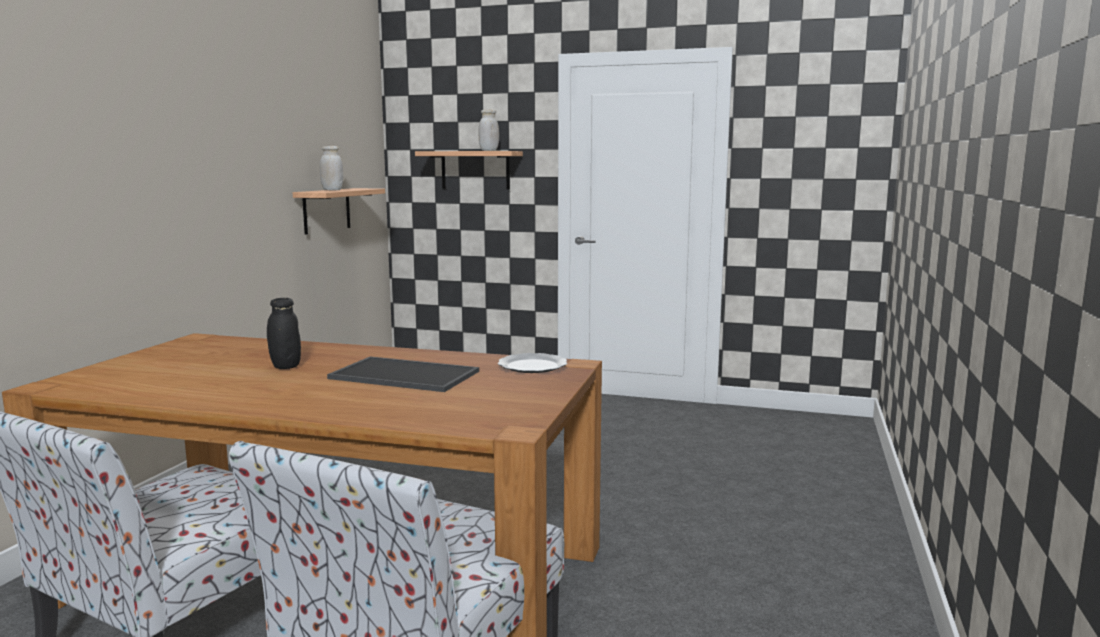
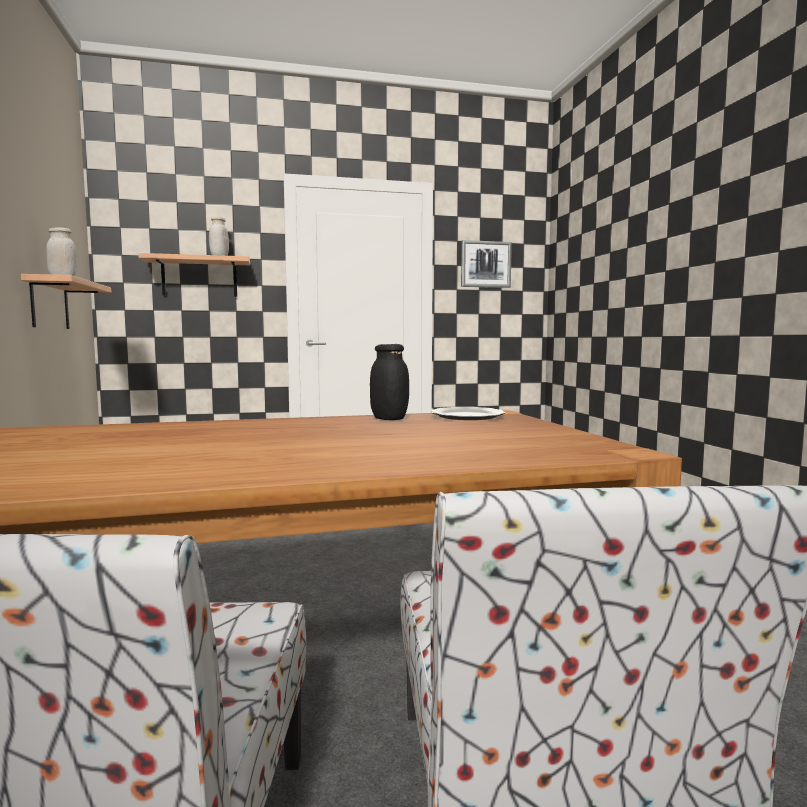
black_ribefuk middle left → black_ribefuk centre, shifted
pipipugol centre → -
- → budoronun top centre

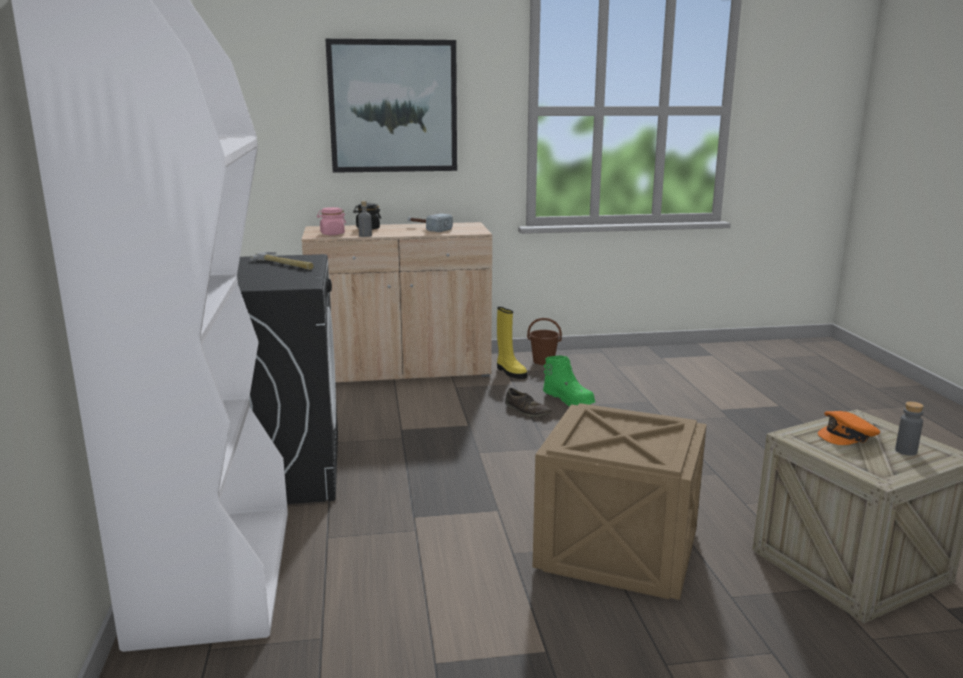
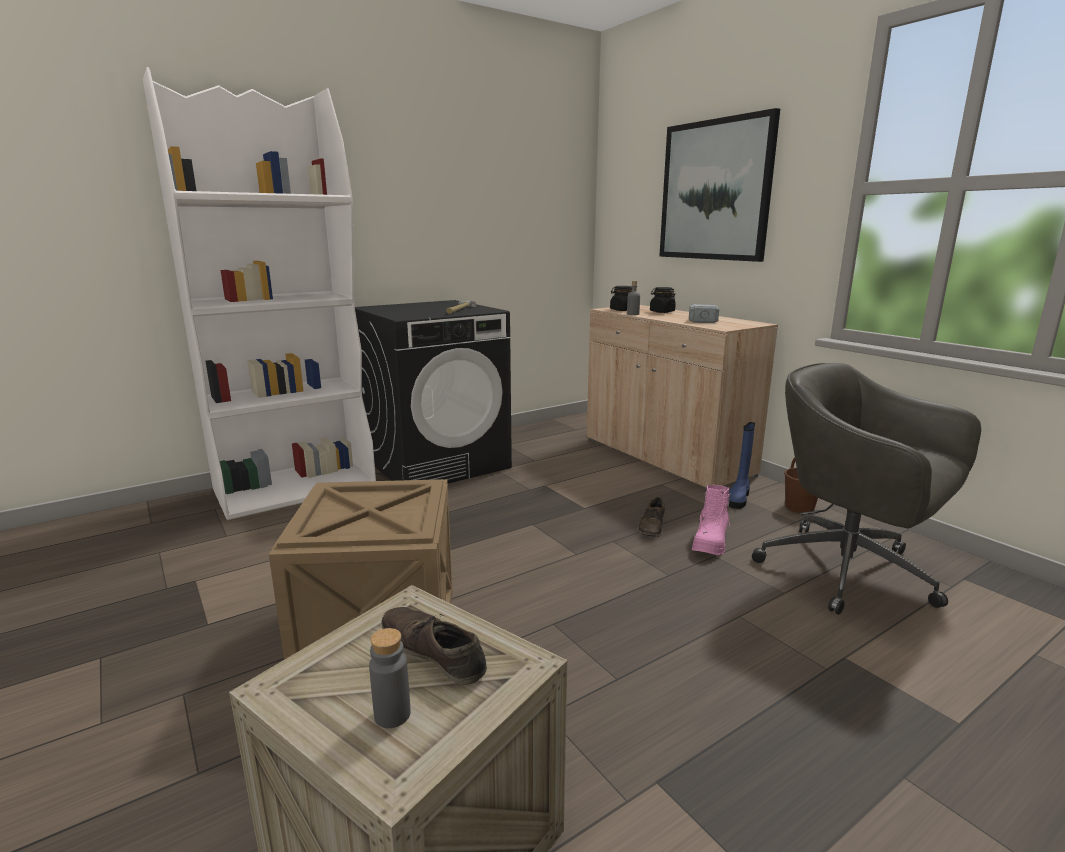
pink_ribefuk top centre → black_ribefuk (no. 1 from left) centre
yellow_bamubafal centre → blue_bamubafal middle right
green_bamubafal centre → pink_bamubafal middle right
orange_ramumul middle right → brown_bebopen (no. 1 from left) bottom centre
- → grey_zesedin middle right

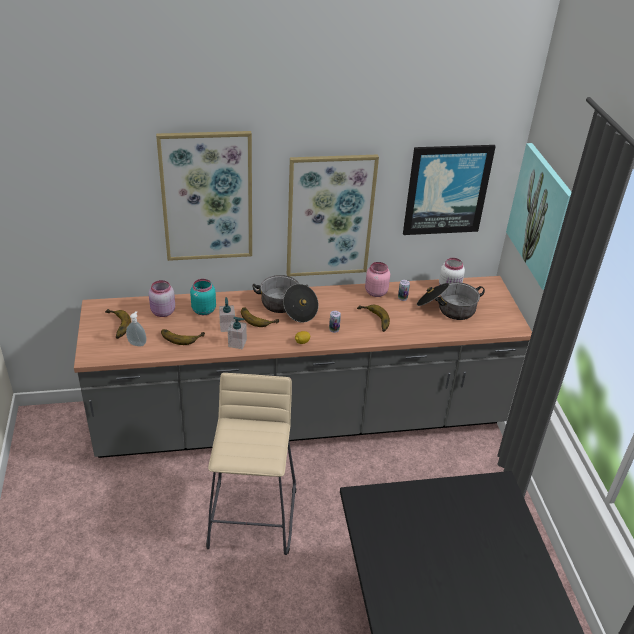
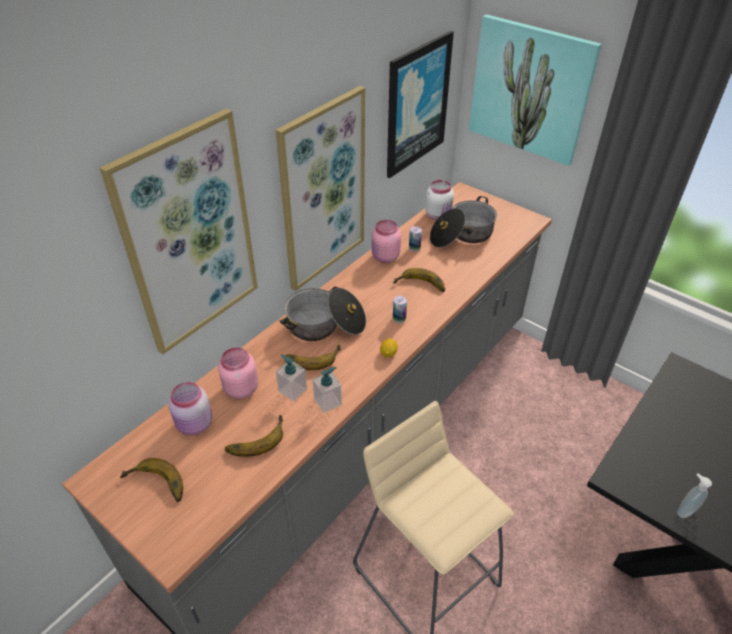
turquoise_ribefuk middle left → pink_ribefuk (no. 2 from left) middle left
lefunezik (no. 1 from left in the first image) middle left → lefunezik (no. 3 from left) bottom right, shifted

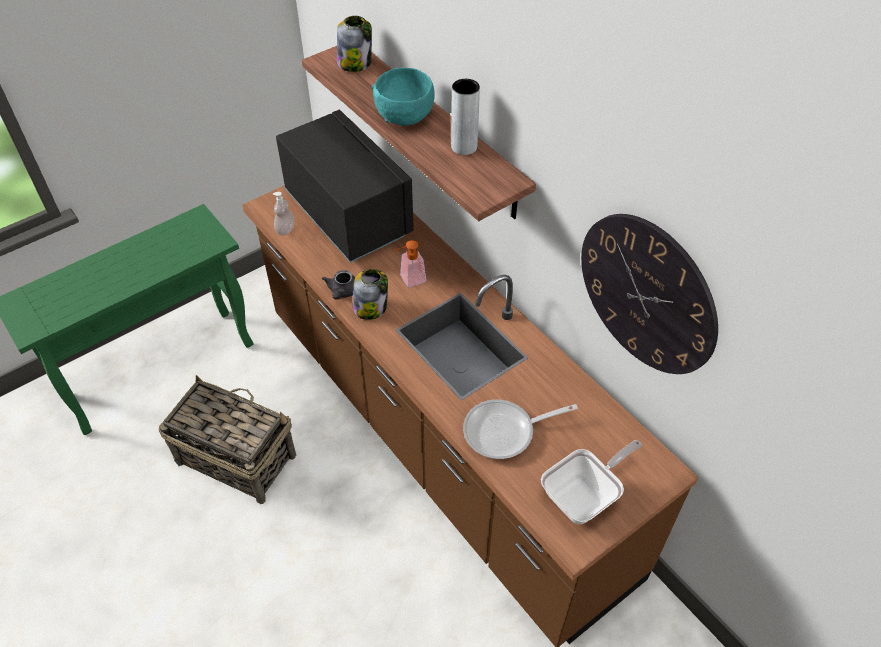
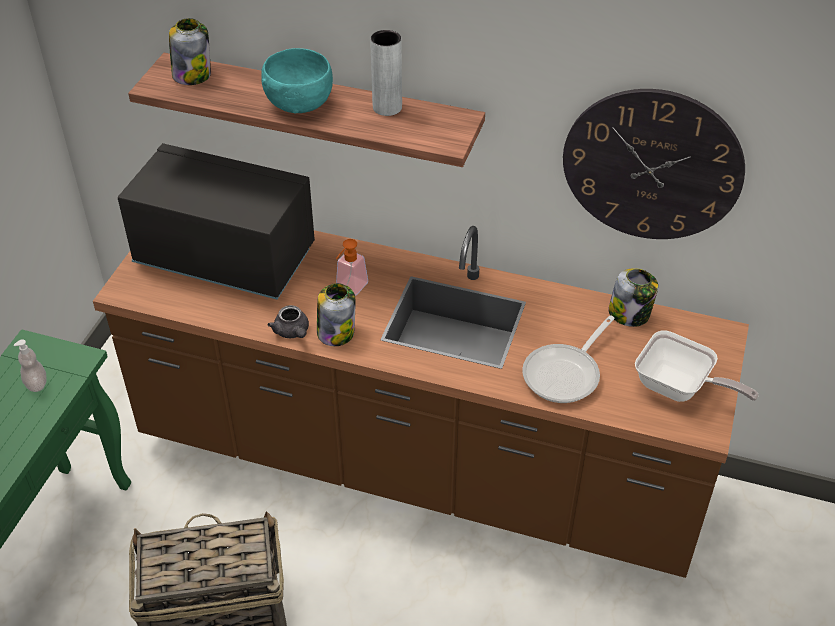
lefunezik (no. 1 from left) top left → lefunezik (no. 1 from left) middle left, shifted
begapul (no. 2 from left) bottom right → begapul (no. 2 from left) middle right, 105 degrees clockwise
- → ribefuk (no. 3 from left) middle right

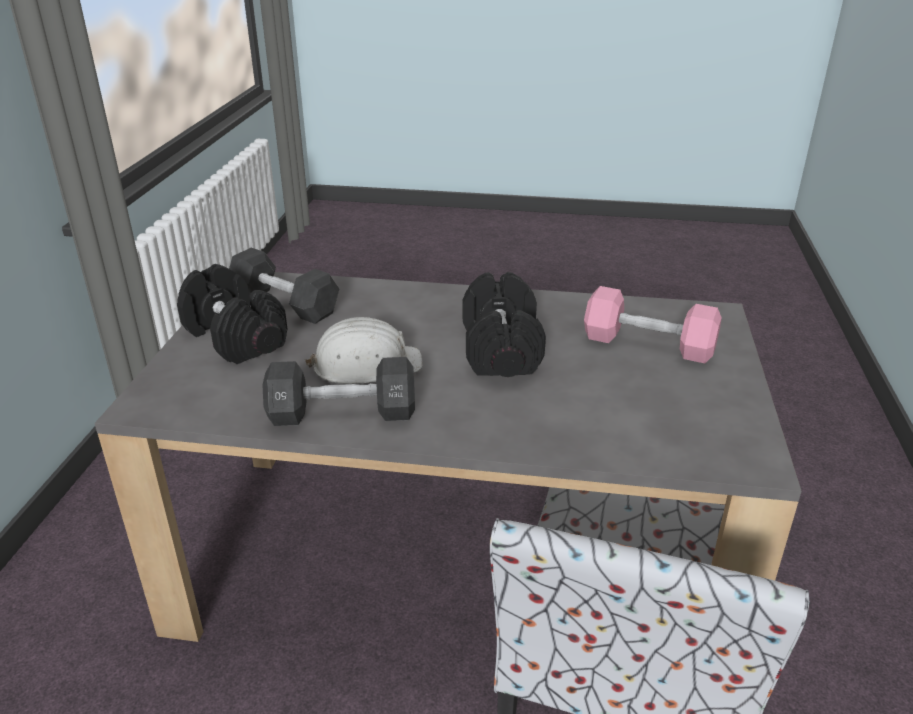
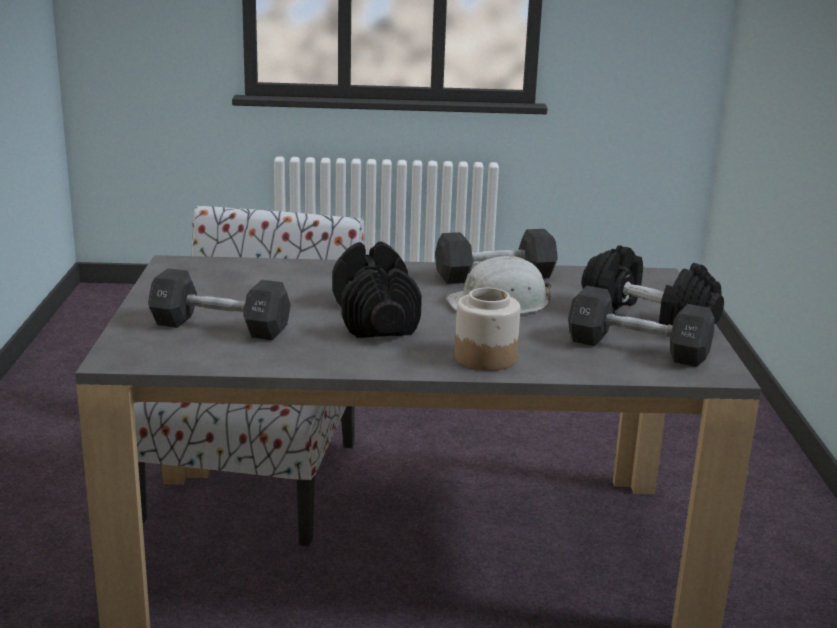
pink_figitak middle right → black_figitak (no. 1 from left) middle left
- → ribefuk centre

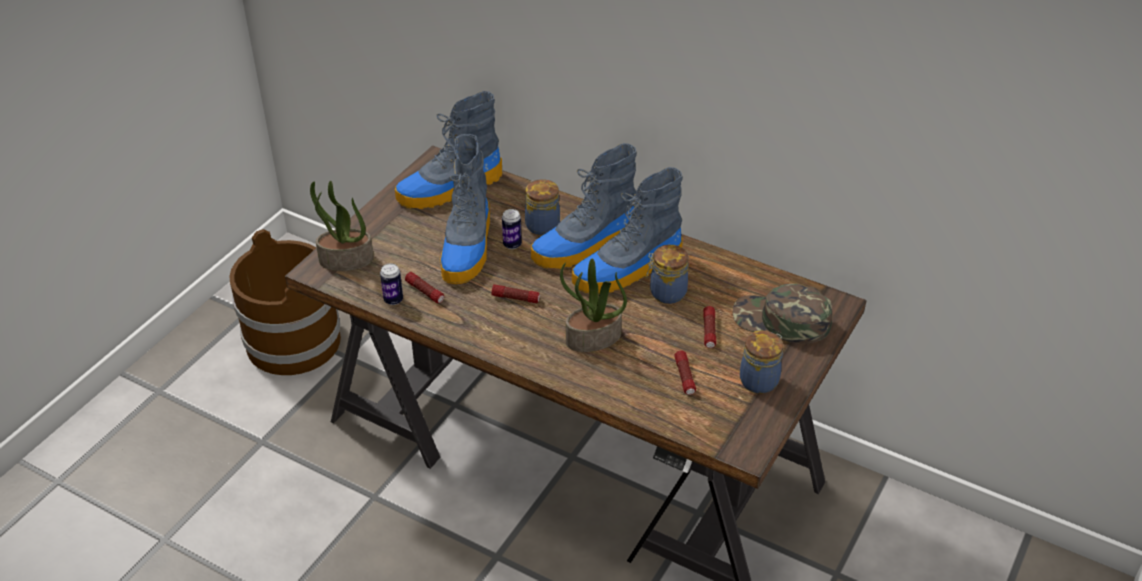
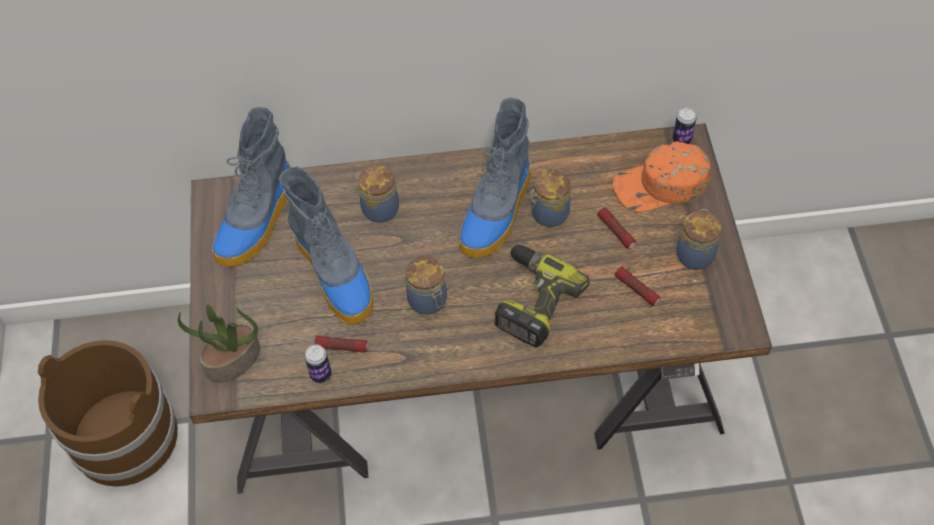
bamubafal (no. 3 from left) centre → -
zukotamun (no. 2 from left) centre → zukotamun (no. 2 from left) top right, shifted
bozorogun (no. 2 from left) centre → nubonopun centre
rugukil (no. 2 from left) centre → ribefuk (no. 2 from left) centre
green_ramumul middle right → orange_ramumul middle right

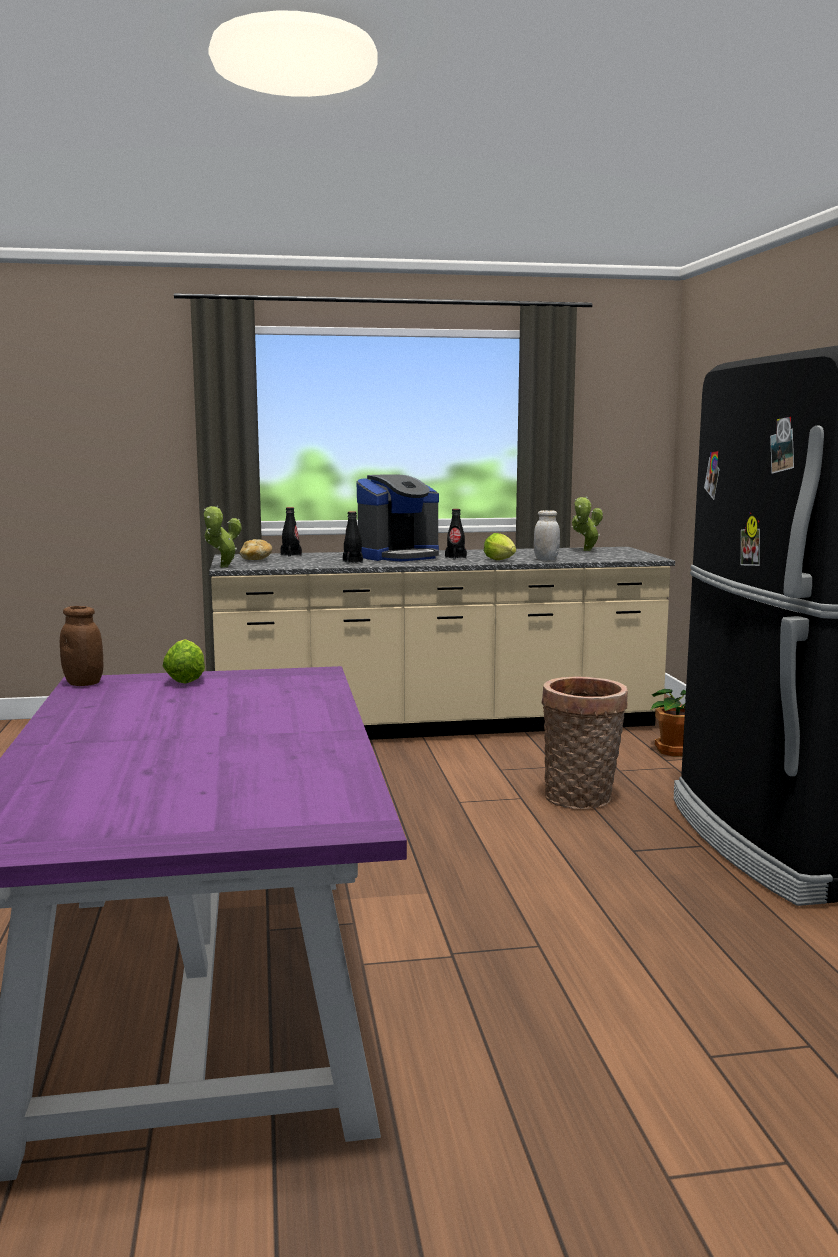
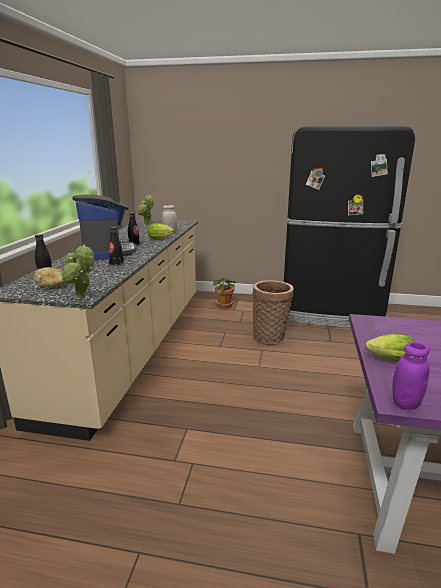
brown_ribefuk middle left → purple_ribefuk middle right

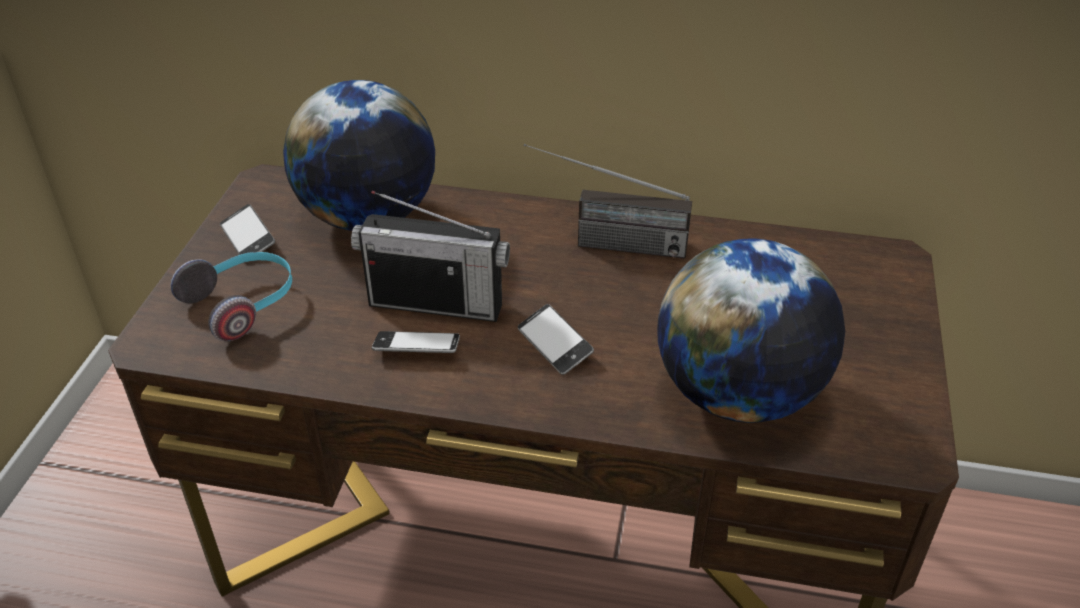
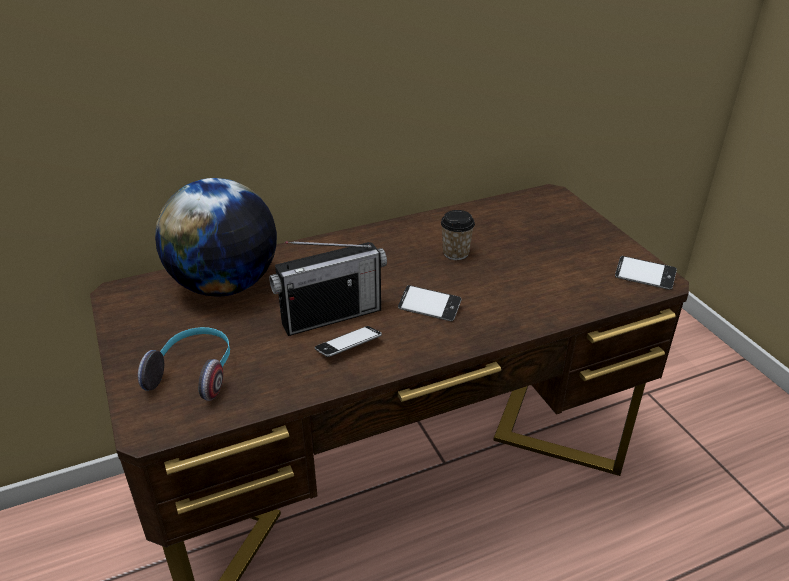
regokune (no. 2 from left) top centre → -
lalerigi (no. 1 from left in the first image) middle left → lalerigi (no. 3 from left) middle right, shifted
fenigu (no. 2 from left) middle right → -
- → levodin centre

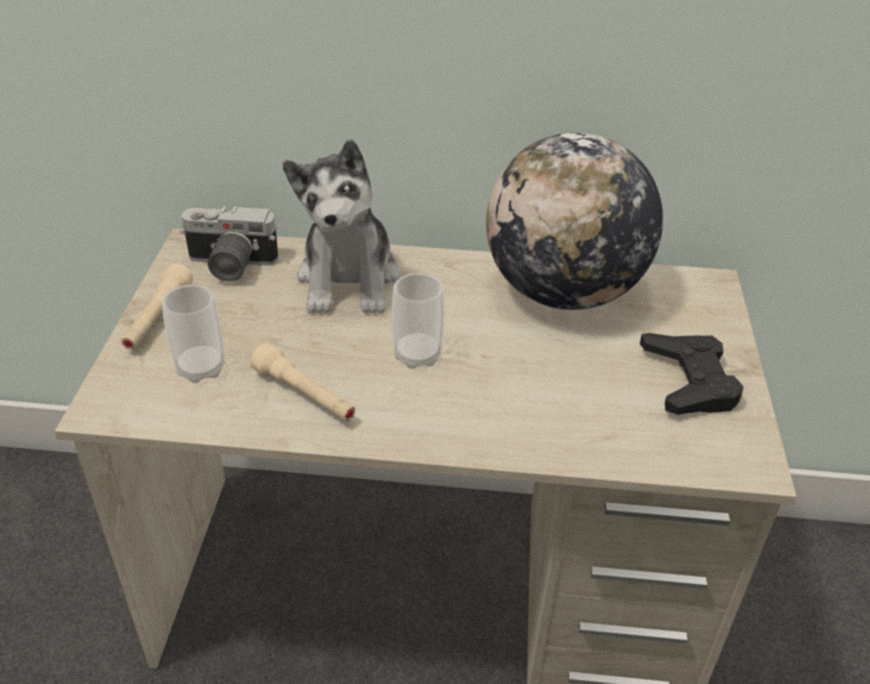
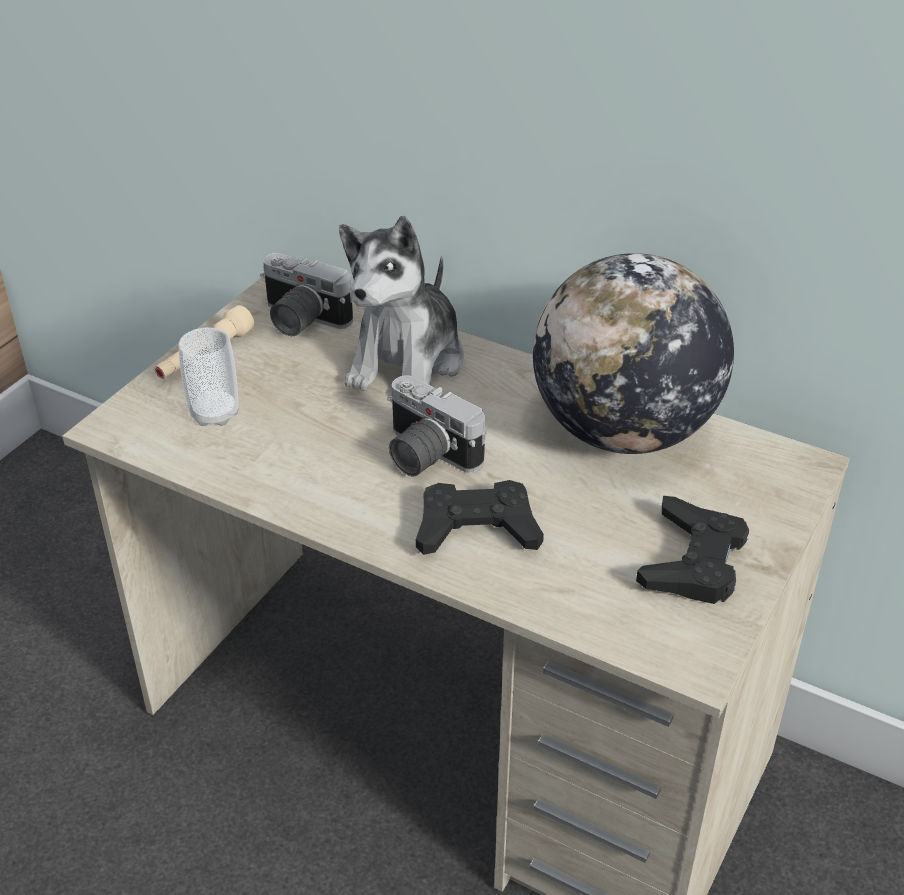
levodin (no. 2 from left) centre → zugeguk (no. 2 from left) centre
beige_rugukil (no. 2 from left) centre → -
- → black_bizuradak (no. 1 from left) centre

